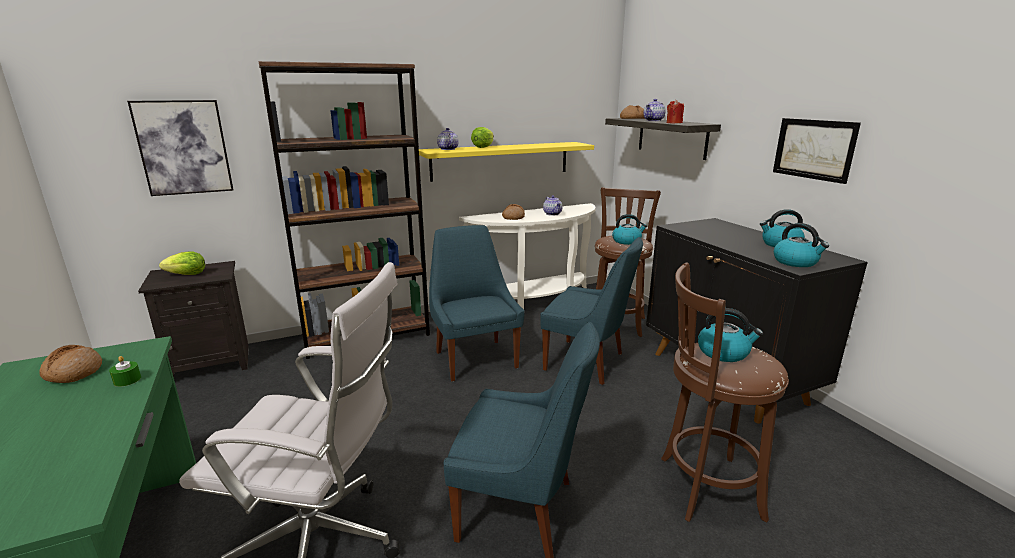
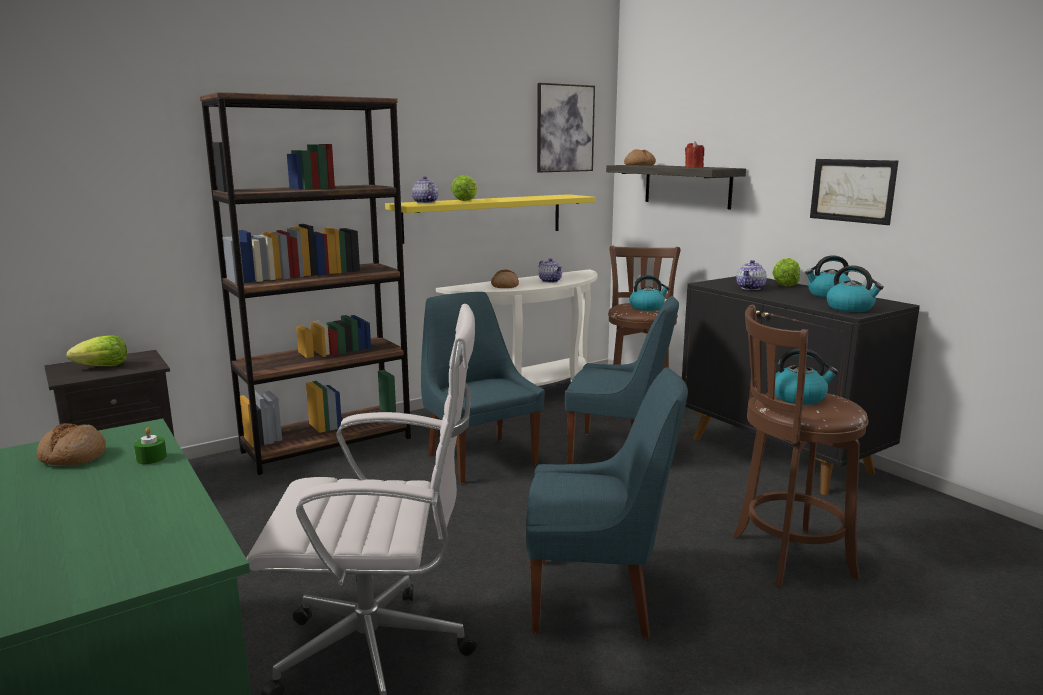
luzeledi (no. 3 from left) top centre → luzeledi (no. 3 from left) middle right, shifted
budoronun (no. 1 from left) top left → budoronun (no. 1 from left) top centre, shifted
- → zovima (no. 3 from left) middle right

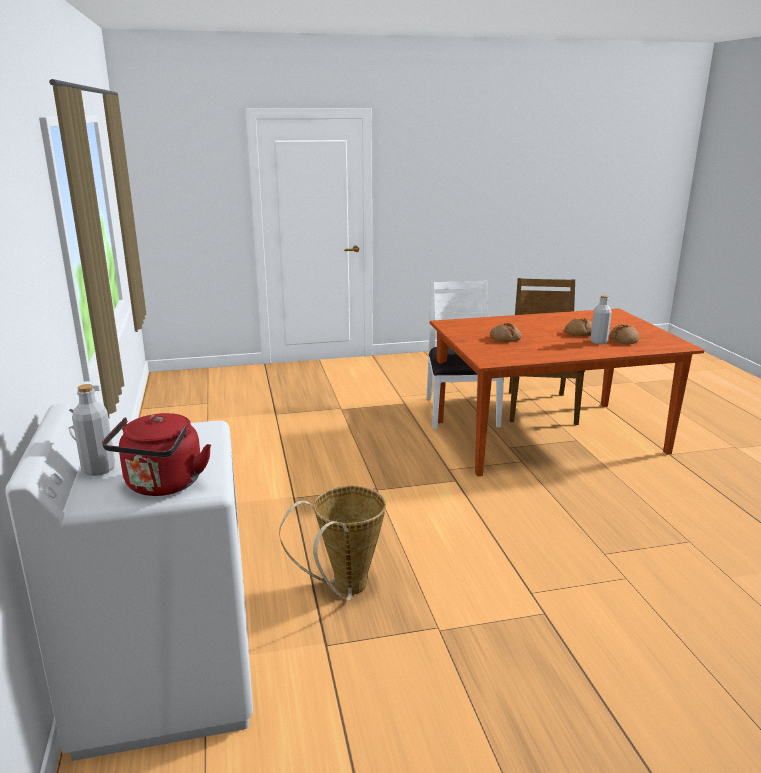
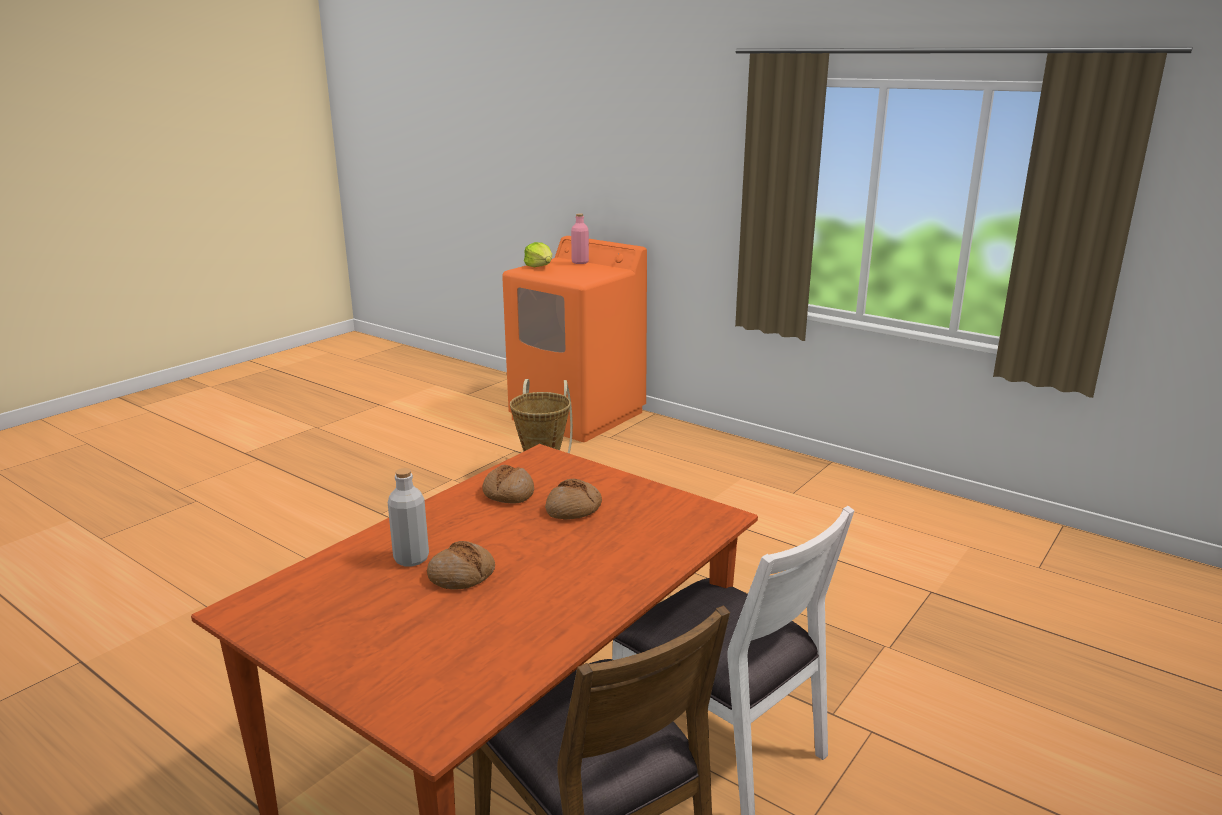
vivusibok (no. 3 from left in the first image) middle right → vivusibok (no. 2 from left) centre, shifted
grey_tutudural (no. 1 from left) middle left → pink_tutudural top centre
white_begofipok bottom left → orange_begofipok centre
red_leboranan middle left → zovima top centre

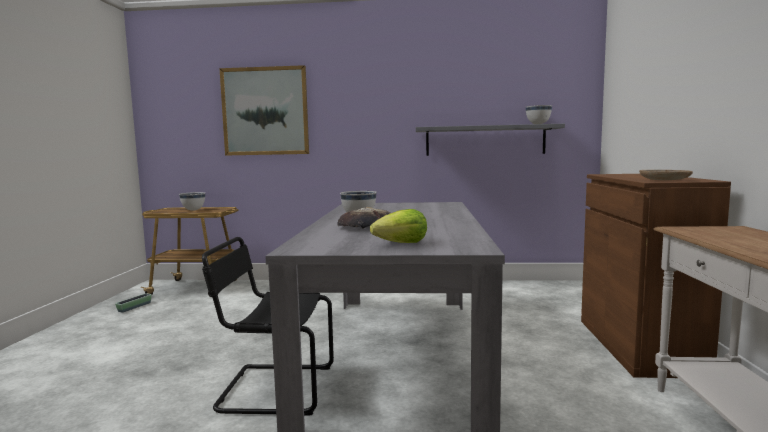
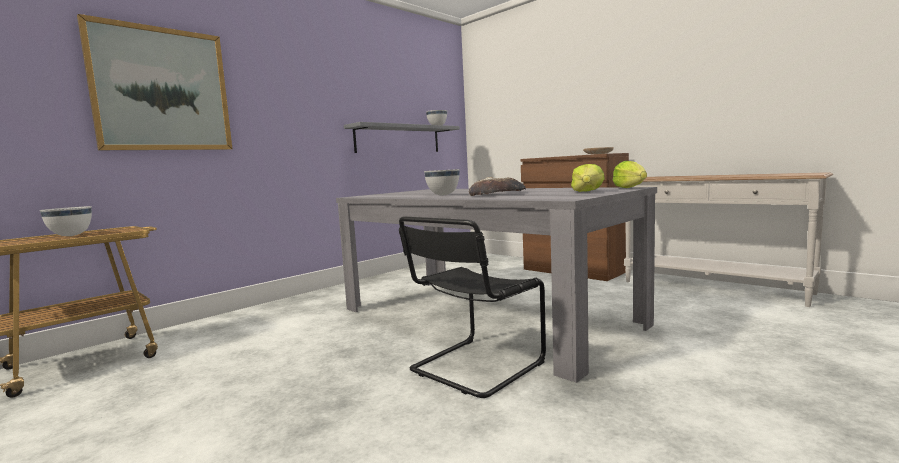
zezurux bottom left → -
- → zovima (no. 2 from left) middle right

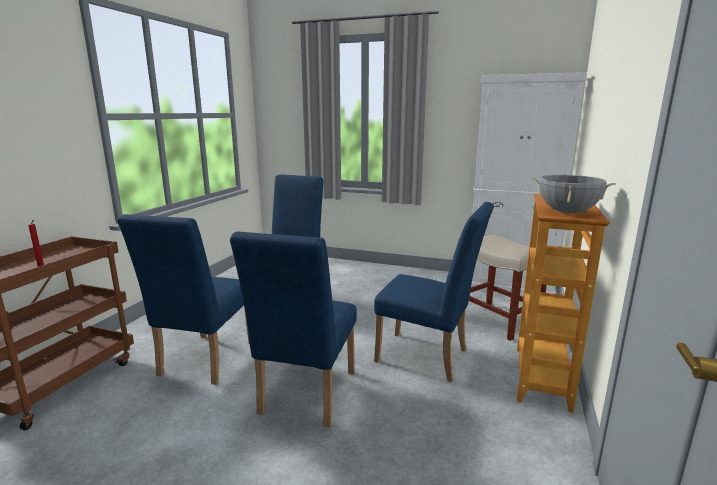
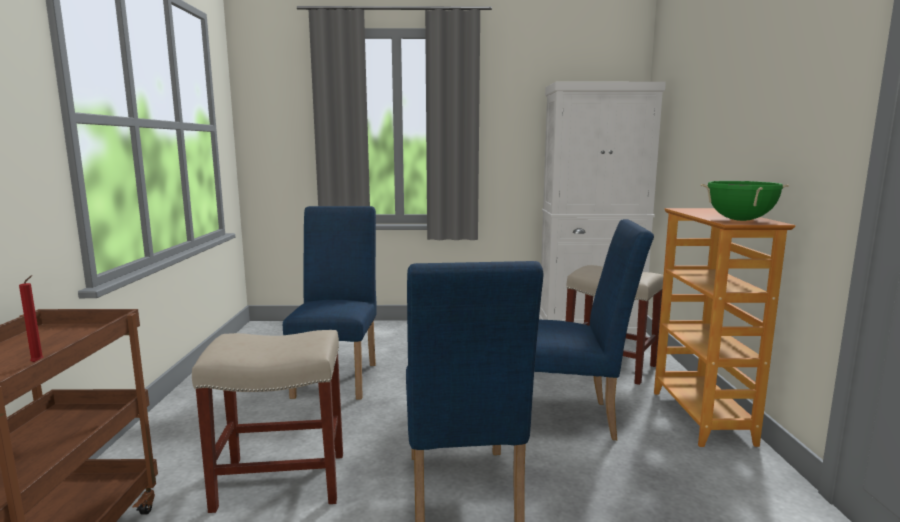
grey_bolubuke middle right → green_bolubuke middle right
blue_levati (no. 1 from left) middle left → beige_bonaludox (no. 1 from left) bottom left

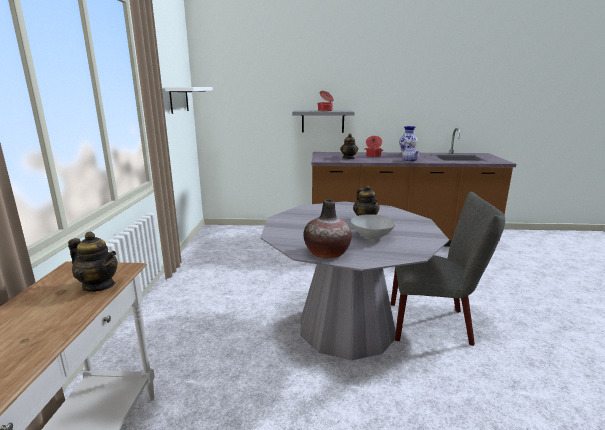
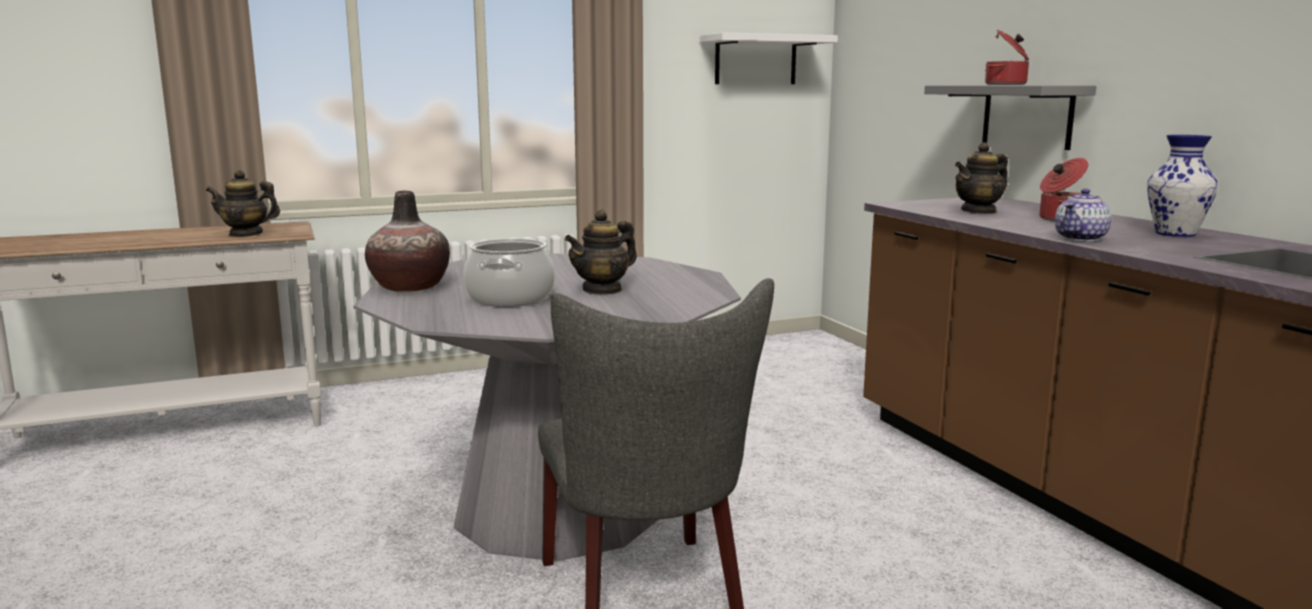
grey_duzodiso centre → bolubuke (no. 1 from left) centre
luzeledi (no. 1 from left) middle left, 90 degrees clockwise

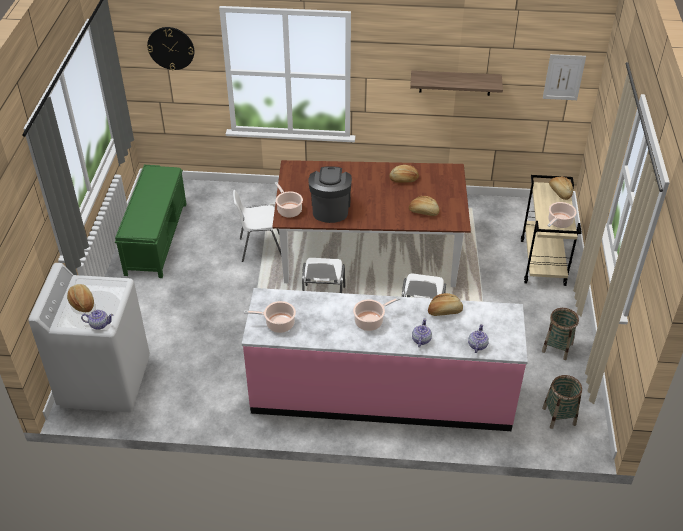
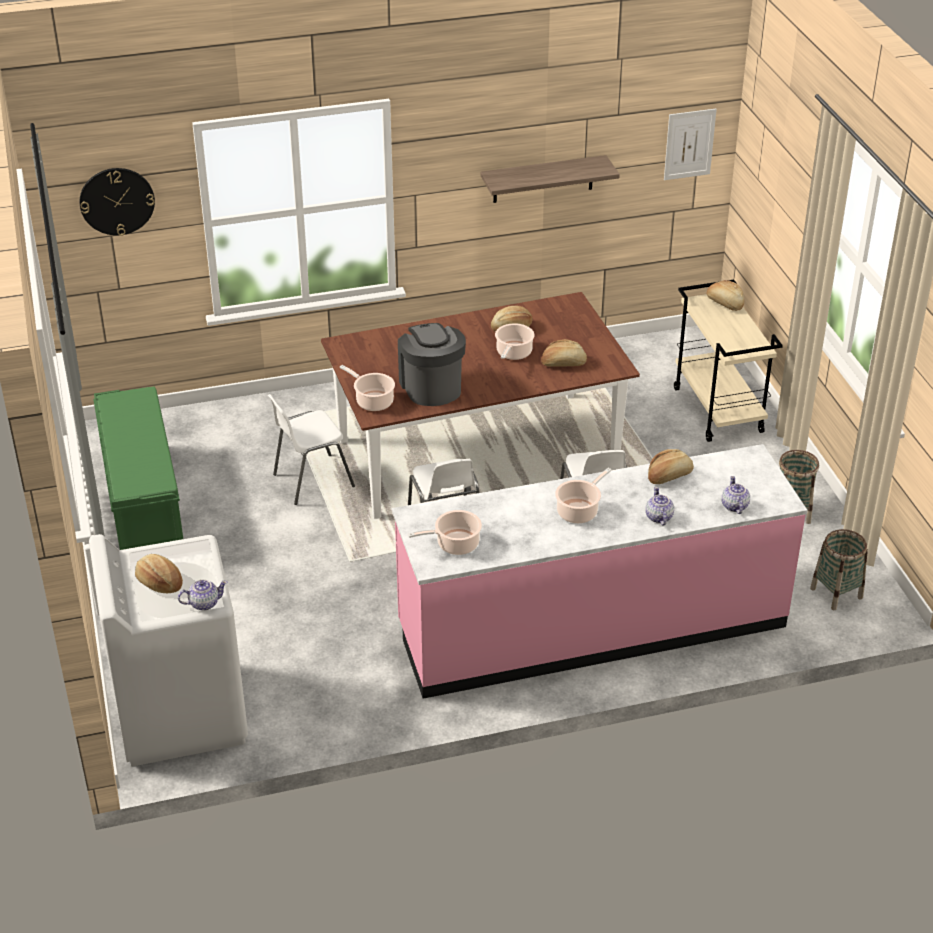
bolubuke (no. 4 from left in the first image) middle right → bolubuke (no. 3 from left) centre, shifted

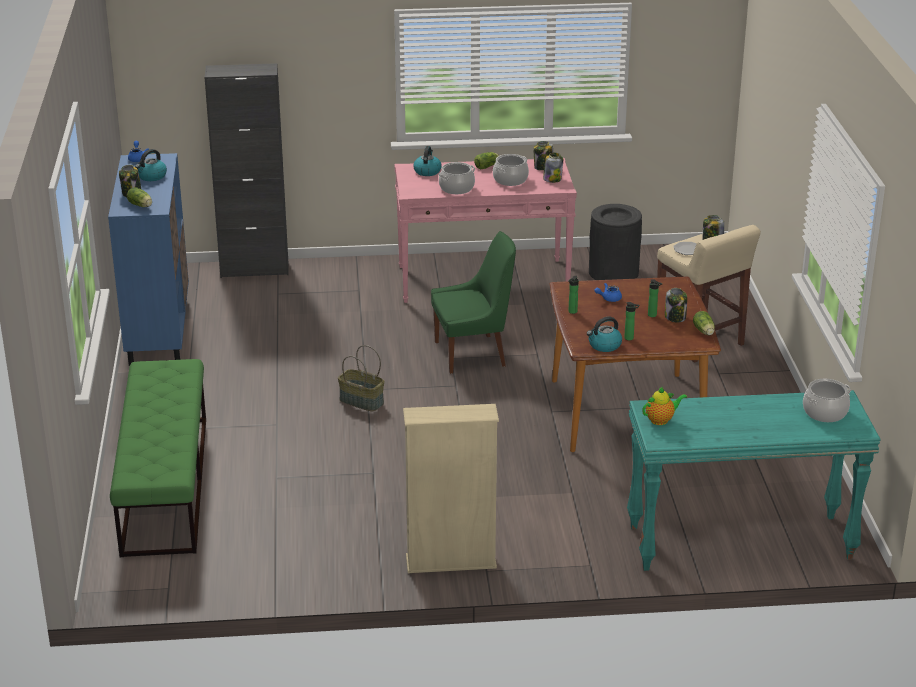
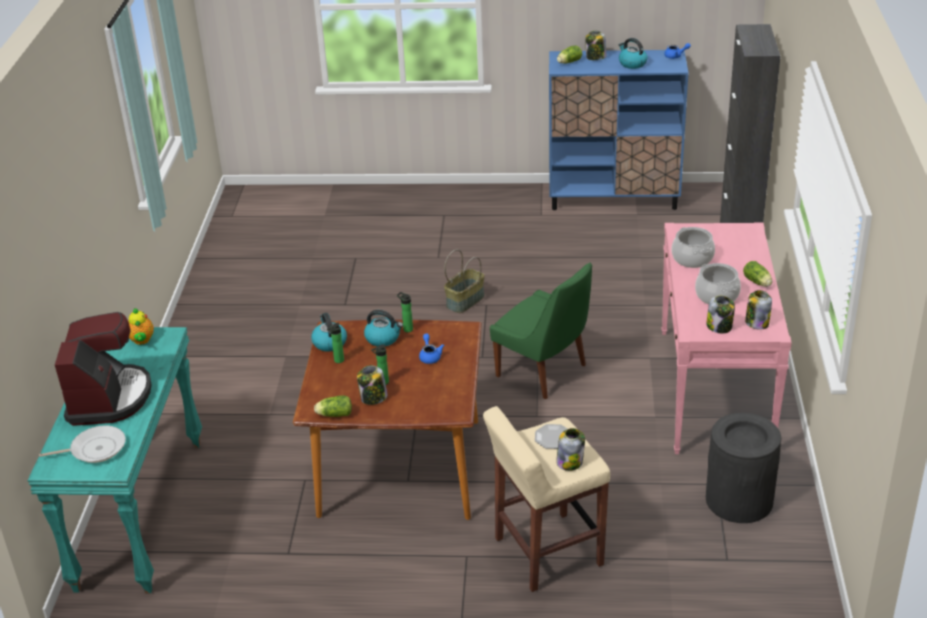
leboranan (no. 2 from left) top centre → leboranan (no. 2 from left) centre, shifted
green_levati centre, 45 degrees counterclockwise
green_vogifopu bottom left → -
bolubuke (no. 3 from left) middle right → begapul bottom left
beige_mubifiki bottom centre → -
- → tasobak middle left

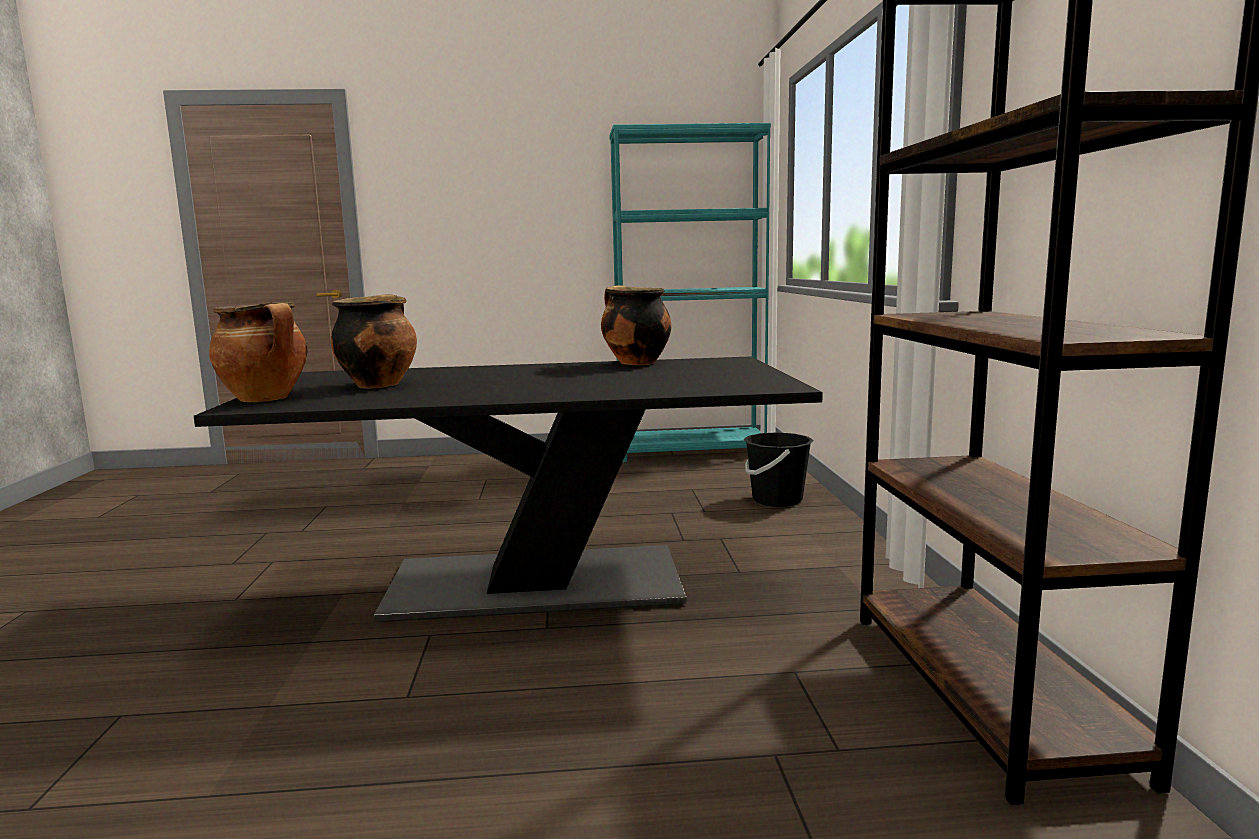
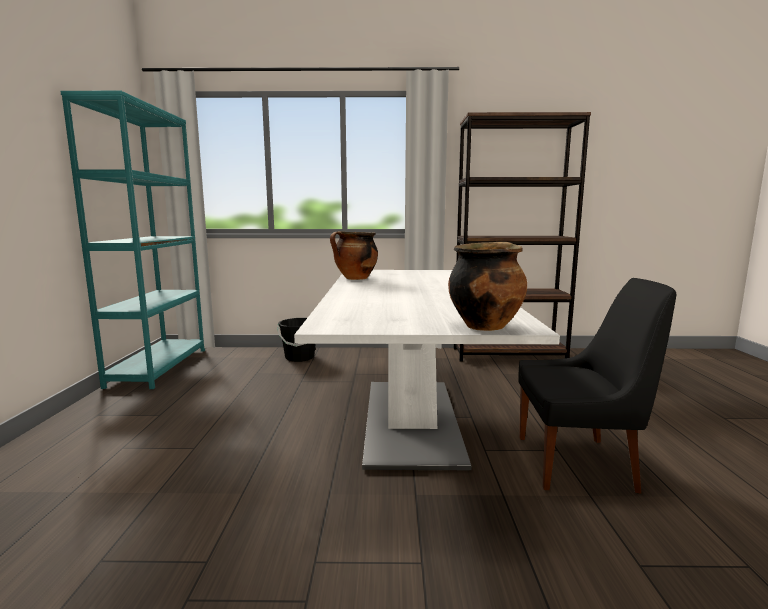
bolubuke (no. 2 from left) middle left → -
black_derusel centre → white_derusel centre
- → black_levati middle right

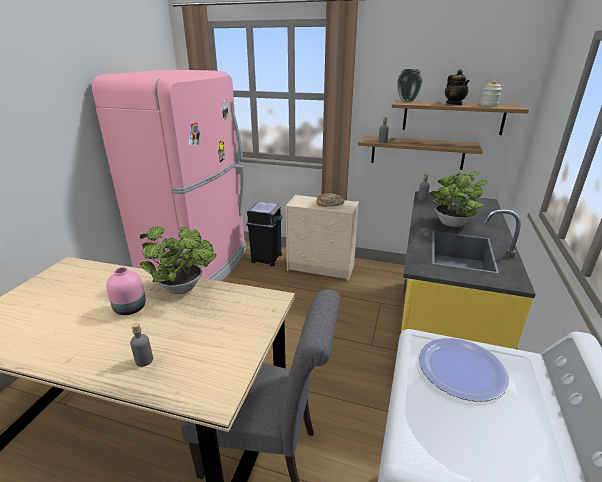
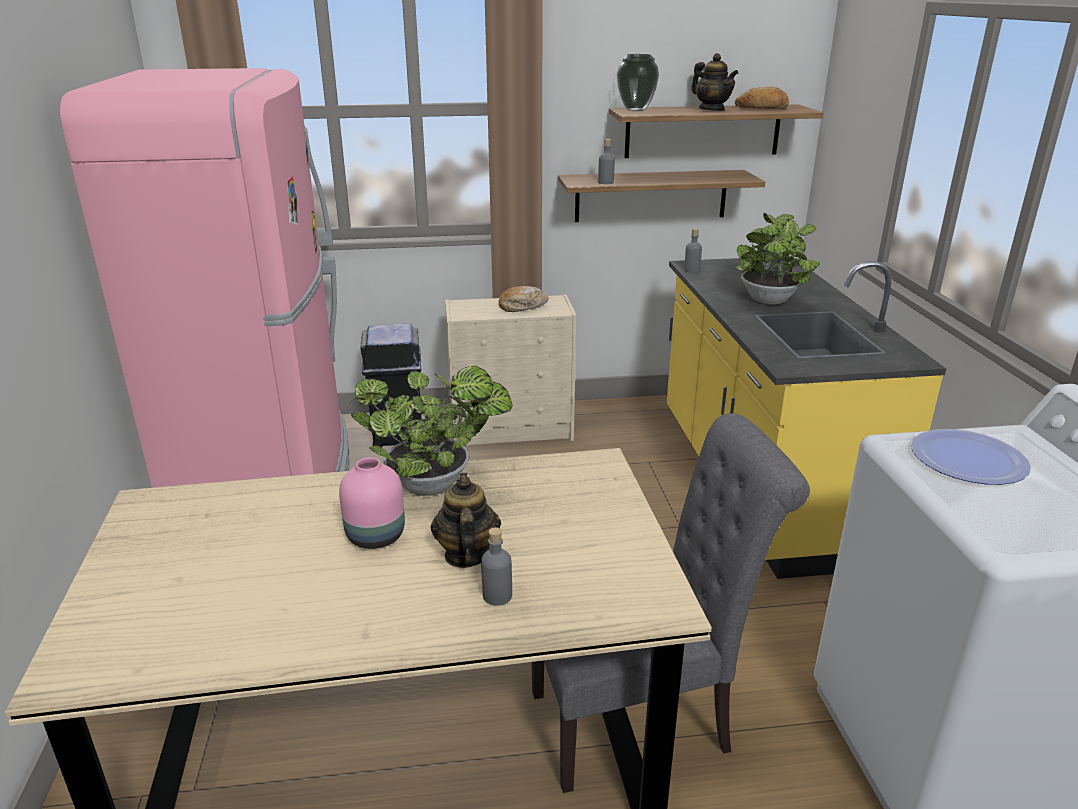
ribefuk top right → vivusibok (no. 2 from left) top right
- → luzeledi (no. 1 from left) centre

